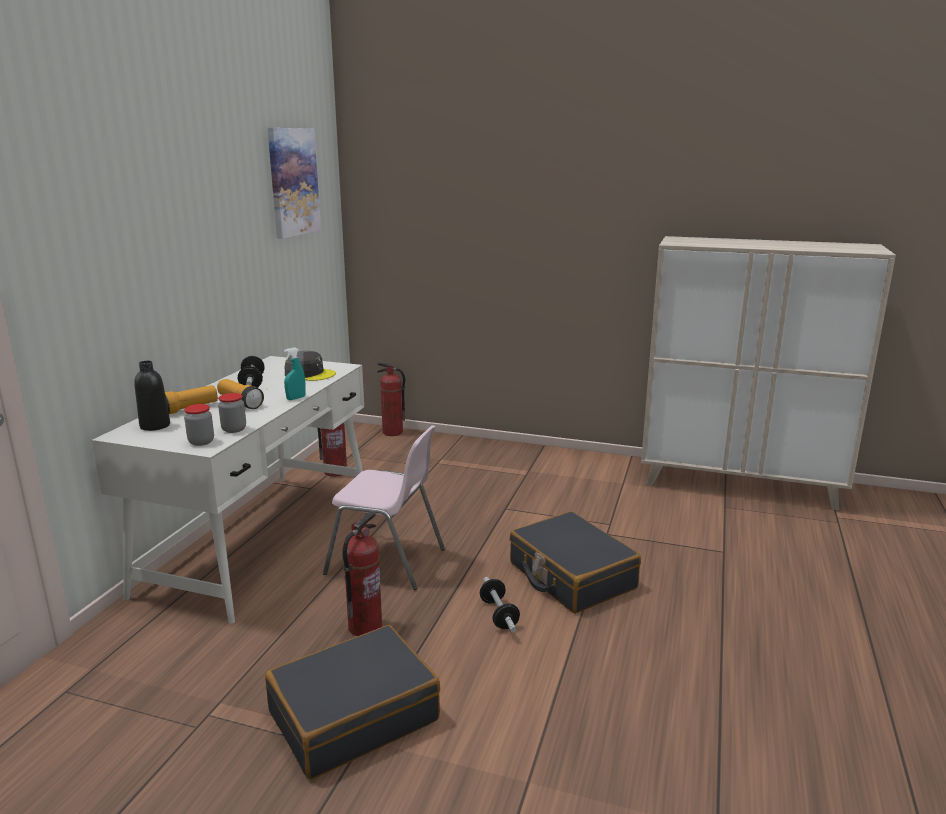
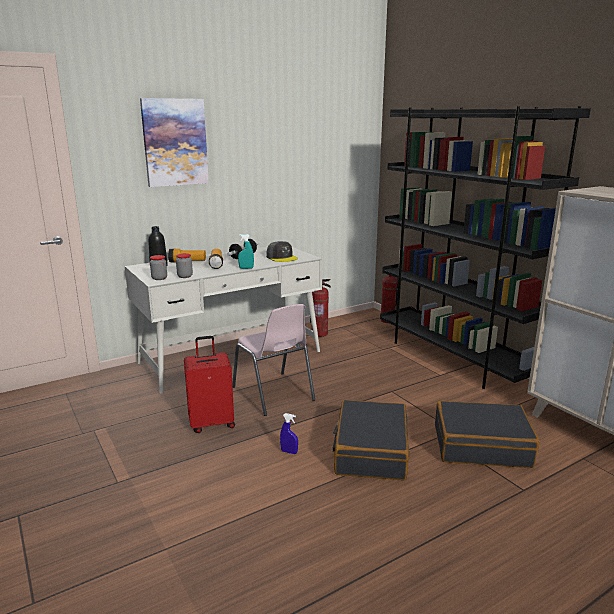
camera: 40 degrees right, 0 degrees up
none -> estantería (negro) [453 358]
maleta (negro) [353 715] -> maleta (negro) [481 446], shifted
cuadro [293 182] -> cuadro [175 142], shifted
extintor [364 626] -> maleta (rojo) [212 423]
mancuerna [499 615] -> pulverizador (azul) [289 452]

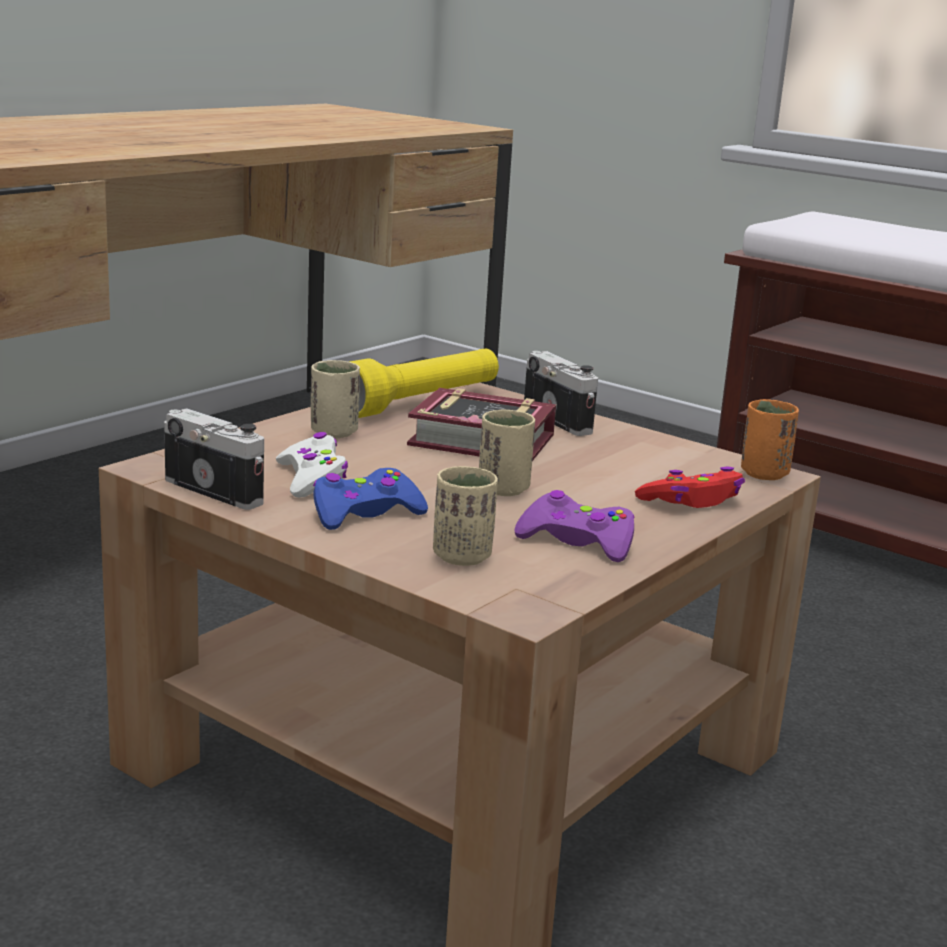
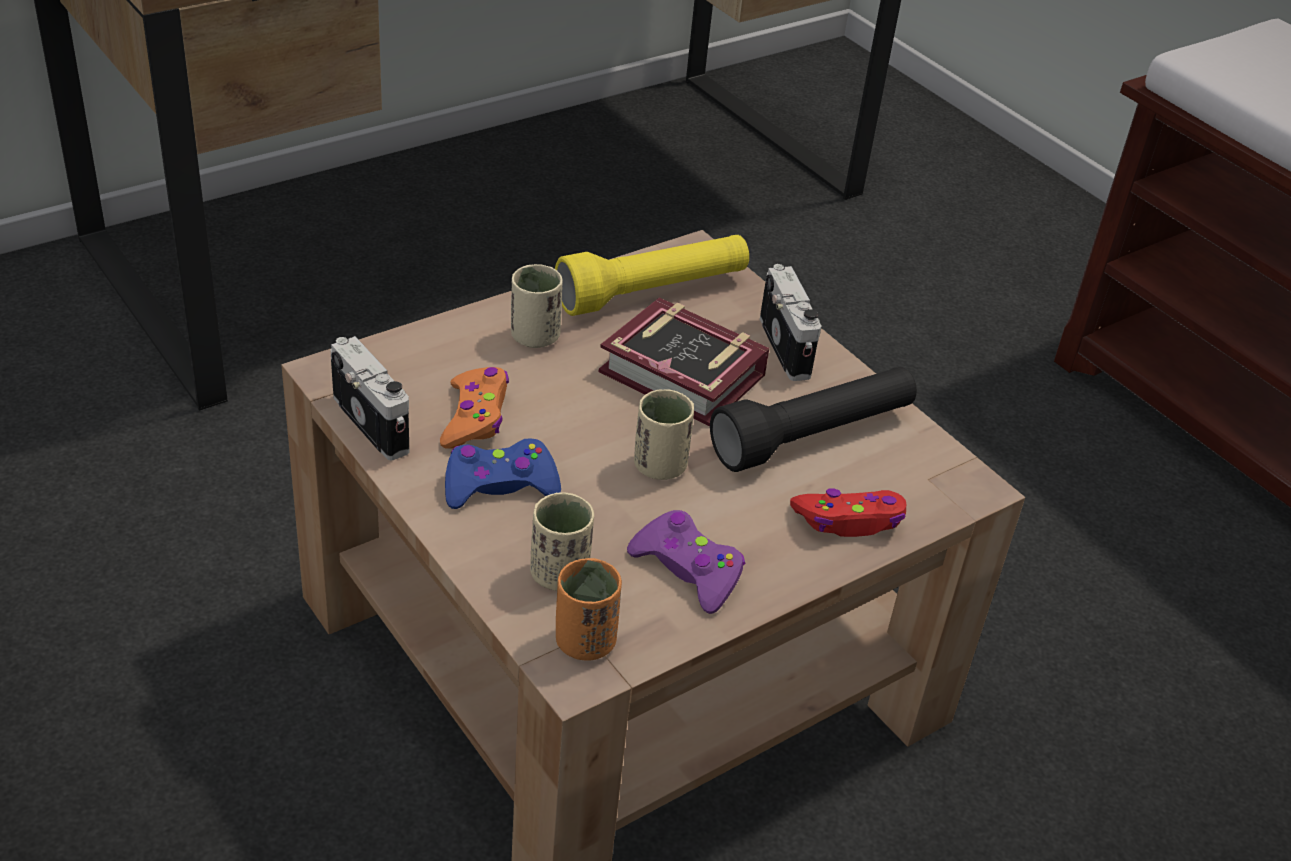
camera: 15 degrees right, 20 degrees up
none -> linterna (negro) [813 436]
taza (naranja) [764 474] -> taza (naranja) [585 642], shifted
mando de consola (blanco) [312 479] -> mando de consola (naranja) [475 417]

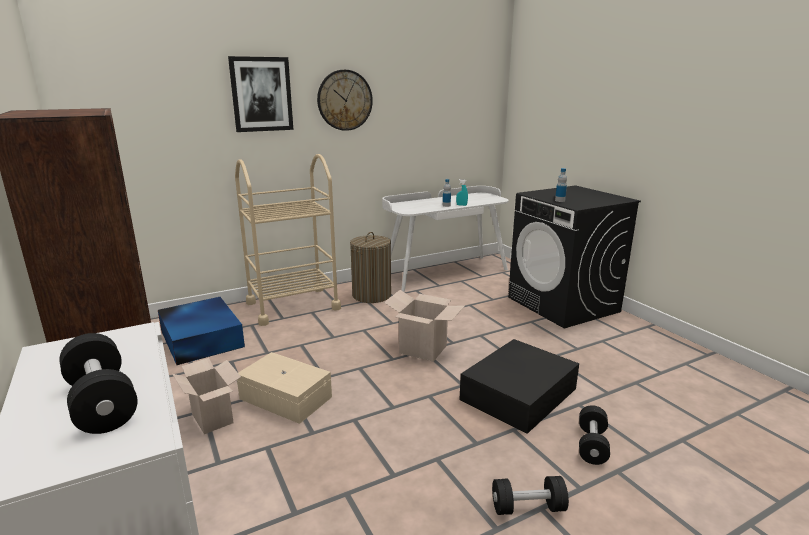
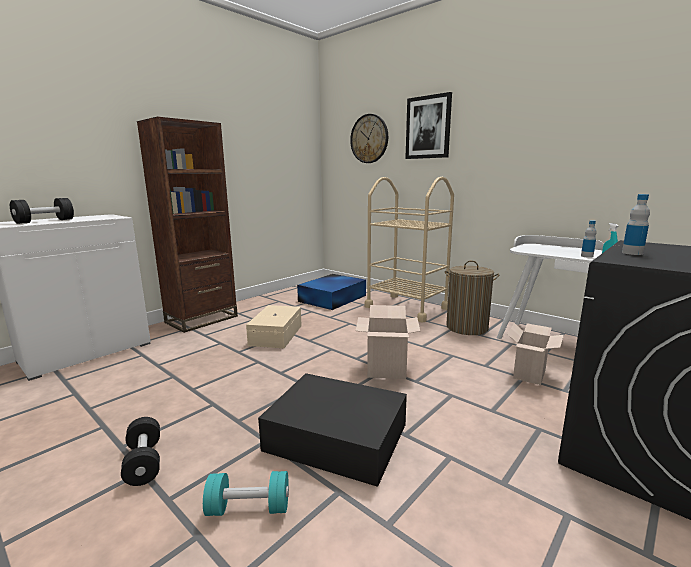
camera: 70 degrees right, 5 degrees down
caja de cartón [214 418] -> caja de cartón [530 375], shifted
reloj de pared [344 100] -> reloj de pared [369 139], shifted
mancuerna (negro) [592 445] -> mancuerna (turquesa) [249 508]

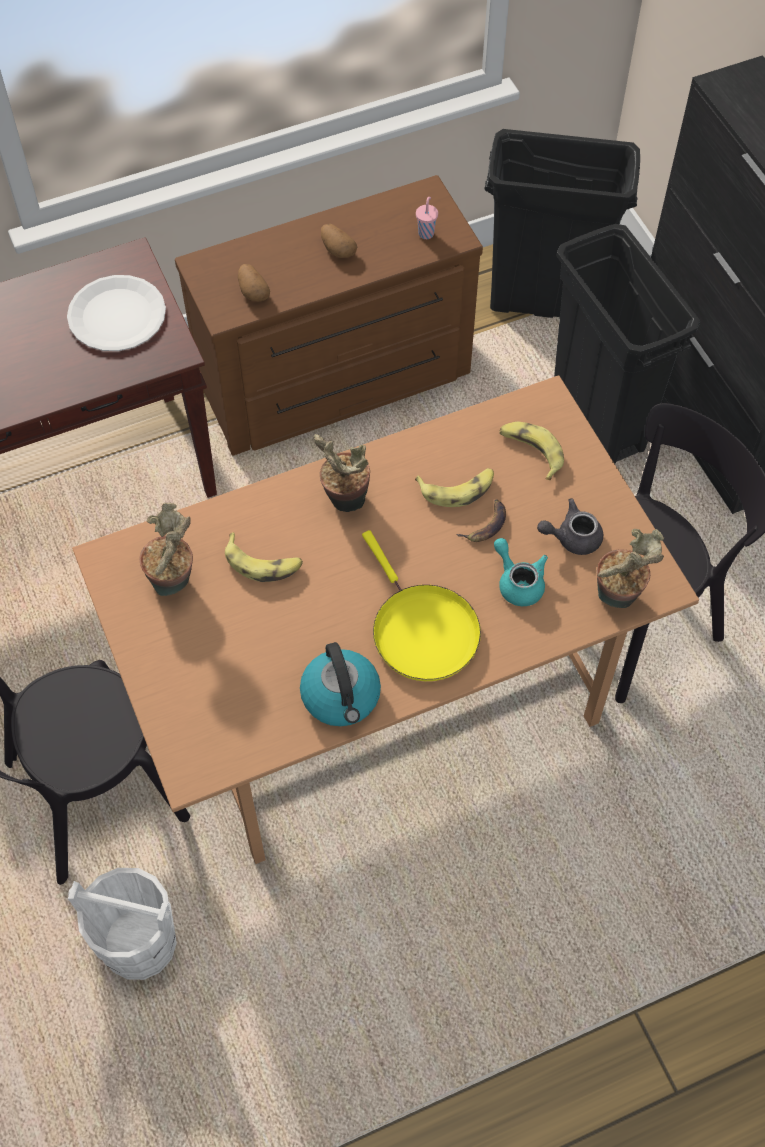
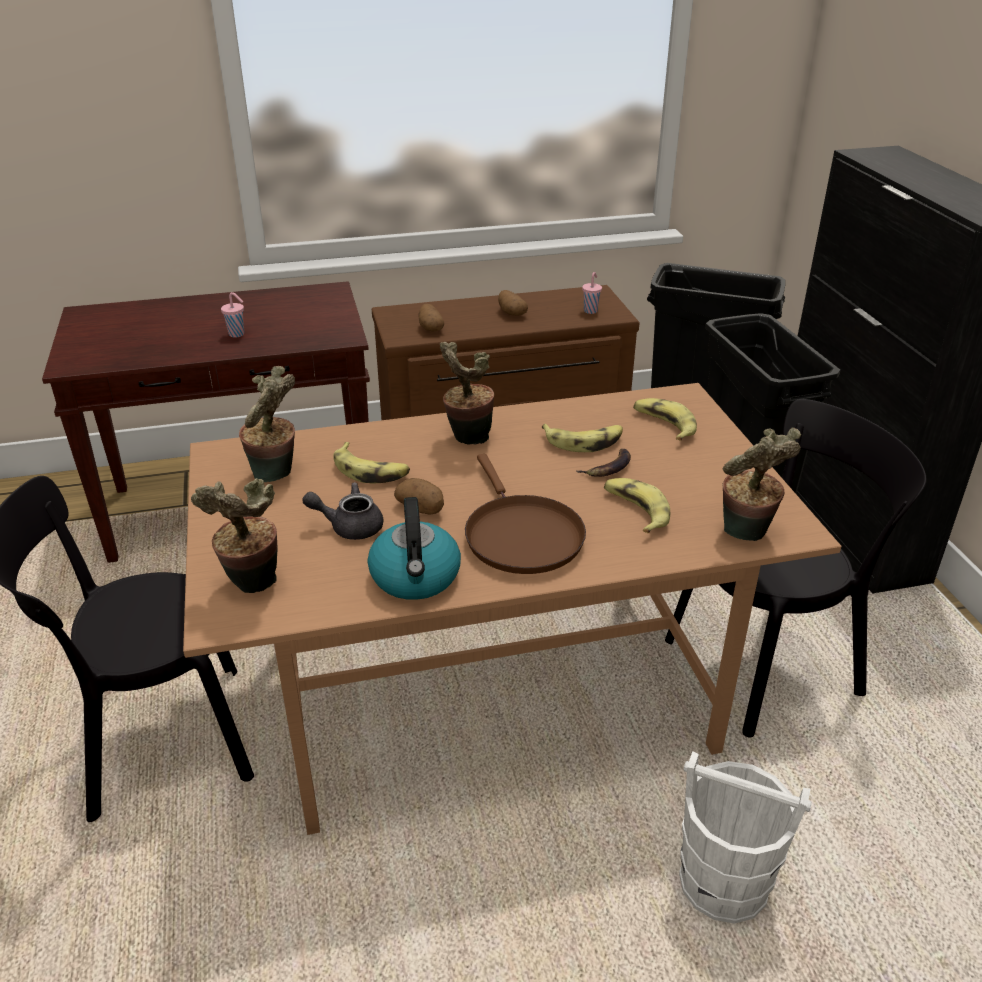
camera: 10 degrees right, 25 degrees down
plato (blanco) [117 315] -> none
none -> planta en maceta [251 585]
none -> taza (rosa) [237 334]
none -> patata [421 509]
cubo (blanco) [140 943] -> cubo (blanco) [724 884], shifted
tetera (gris) [572 537] -> tetera (gris) [349 526], shifted
tetera (turquesa) [518 582] -> plátano [635 511]
sartén (amarillo) [421 630] -> sartén (marrón) [520 535]

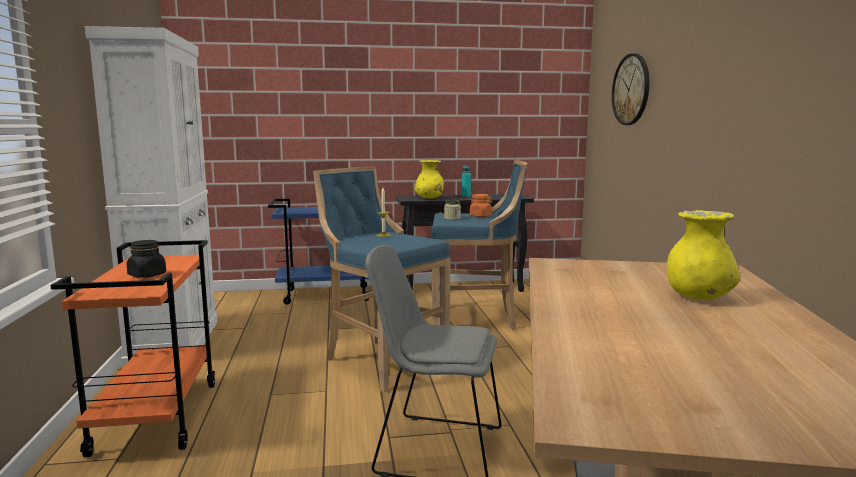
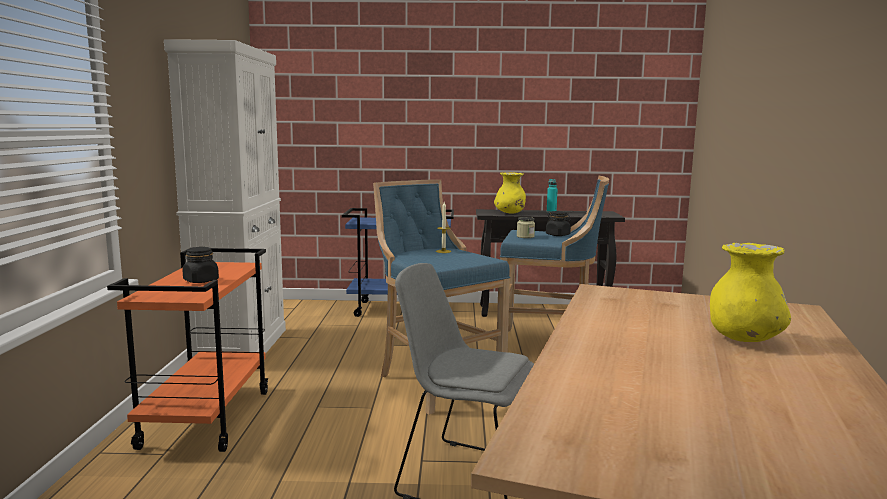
camera: 10 degrees right, 0 degrees up
reloj de pared [631 89] -> none
tarro (naranja) [481 216] -> tarro (negro) [558 235]

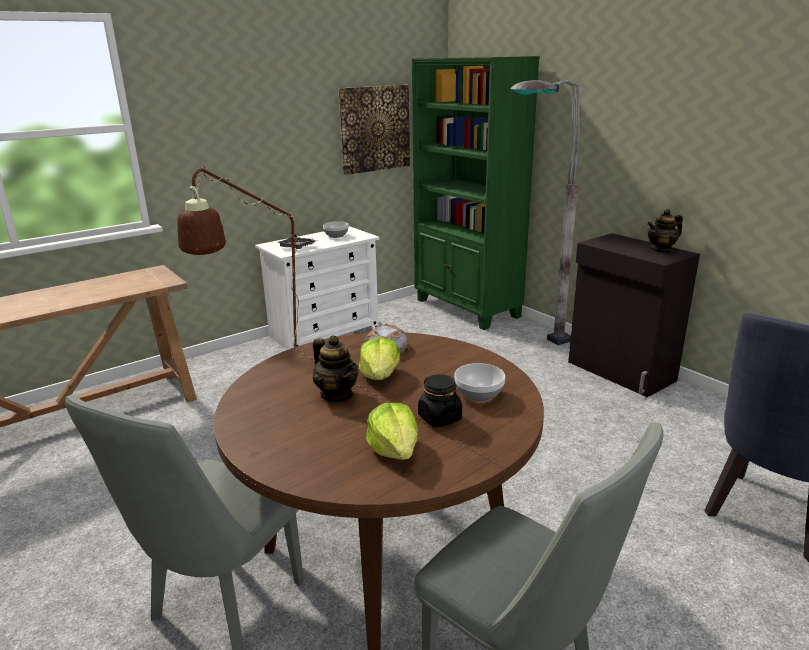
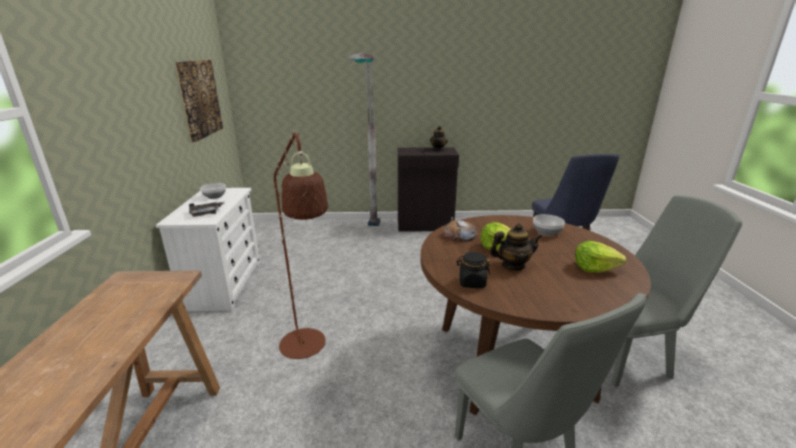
camera: 55 degrees left, 0 degrees up
estantería (verde) [467 308] -> none
tarro (negro) [439 418] -> tarro (negro) [472 282], shifted

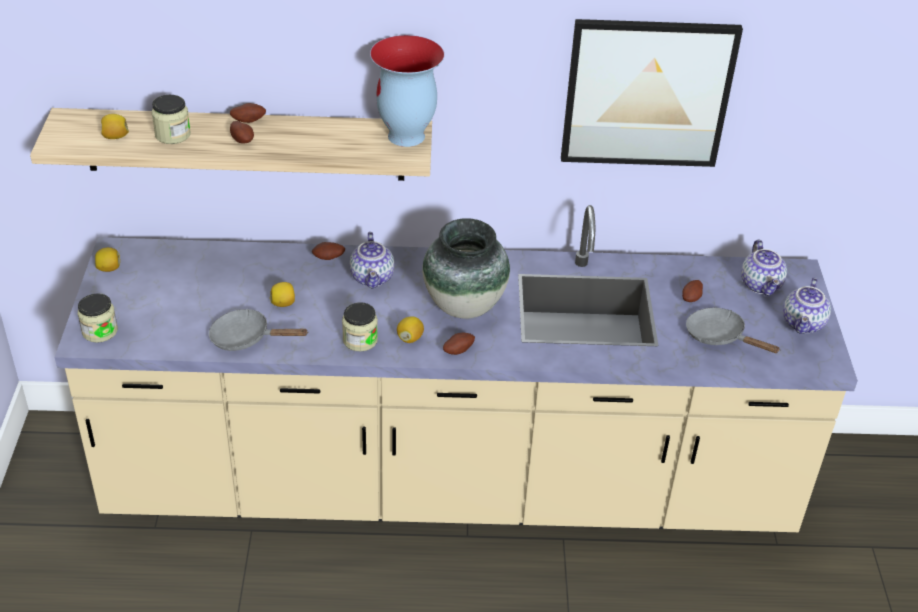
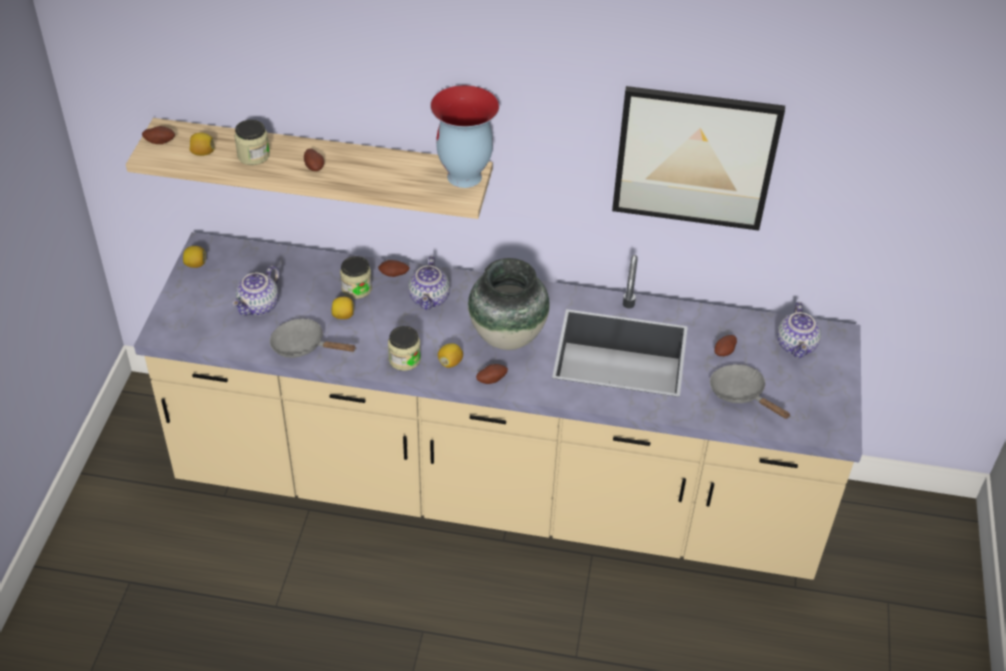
camera: 10 degrees right, 5 degrees up
tarro [100 331] -> tarro [356 288], shifted
patata [248 120] -> patata [160 141], shifted
tetera [804 324] -> tetera [259 306], shifted

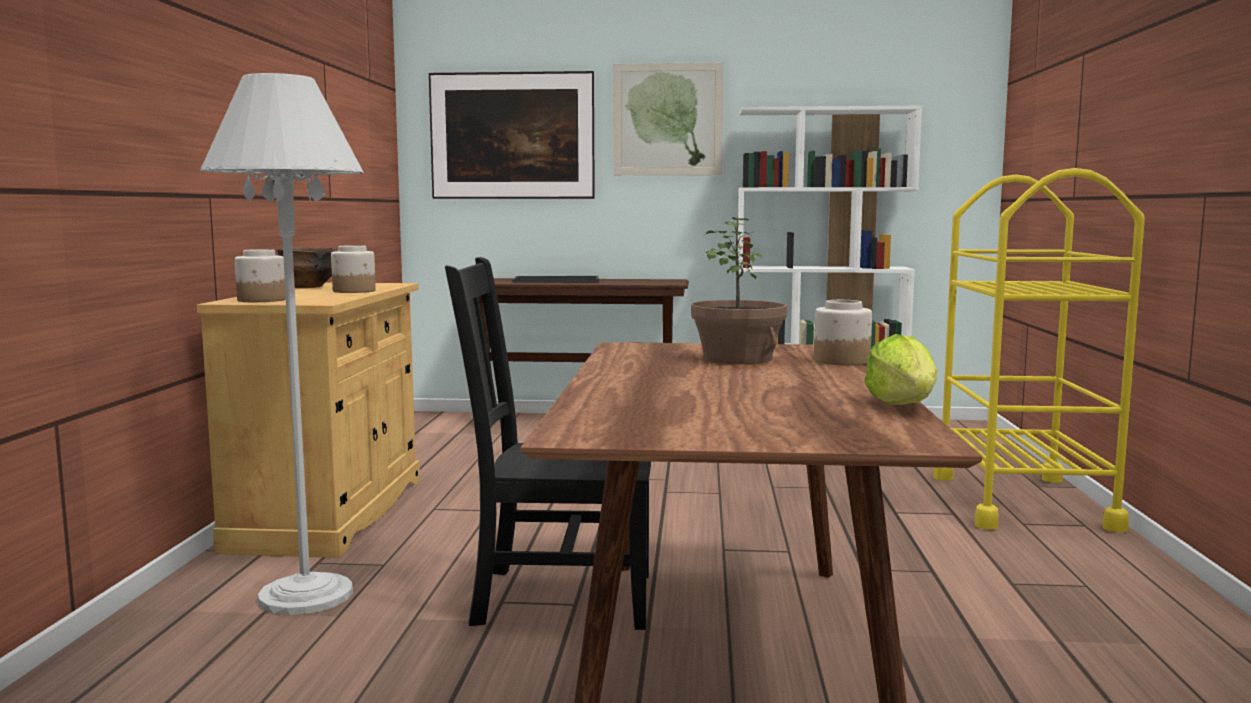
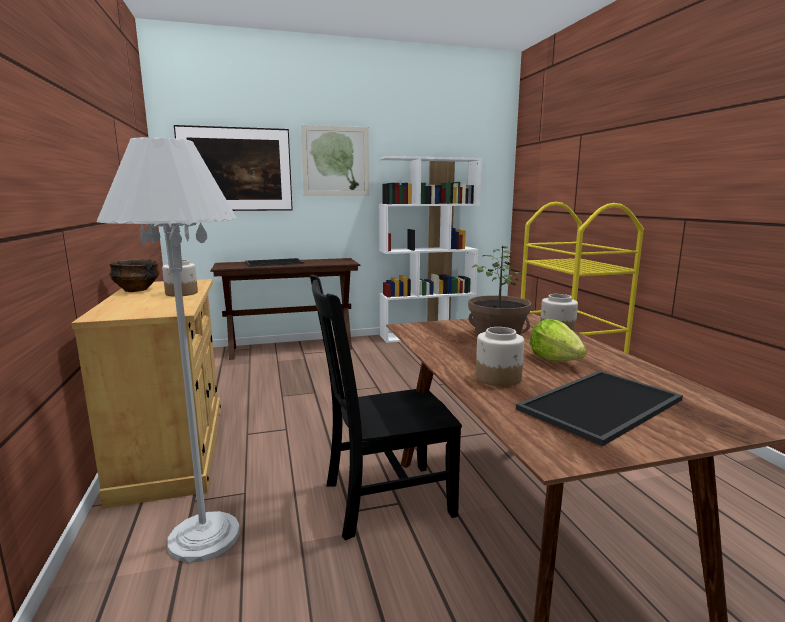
camera: 20 degrees left, 5 degrees up
none -> bandeja [602 406]
tarro [262 300] -> tarro [499 378], shifted
lechuga [903 406] -> lechuga [555 360], shifted

